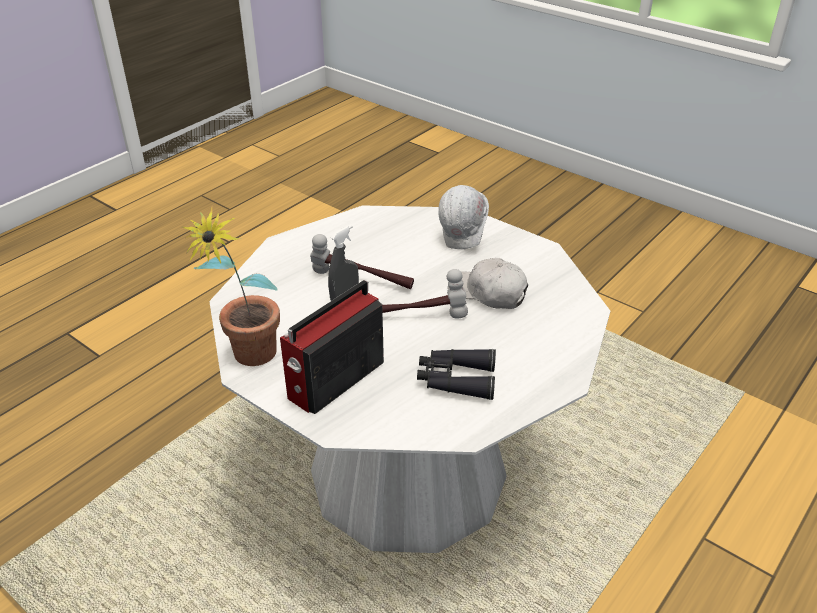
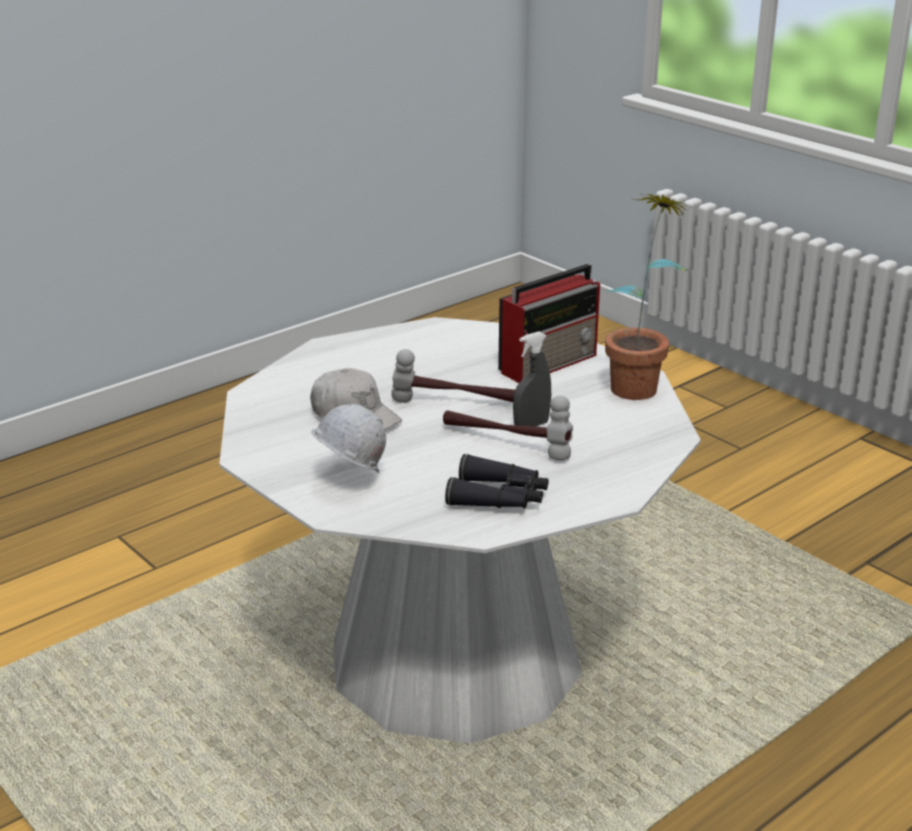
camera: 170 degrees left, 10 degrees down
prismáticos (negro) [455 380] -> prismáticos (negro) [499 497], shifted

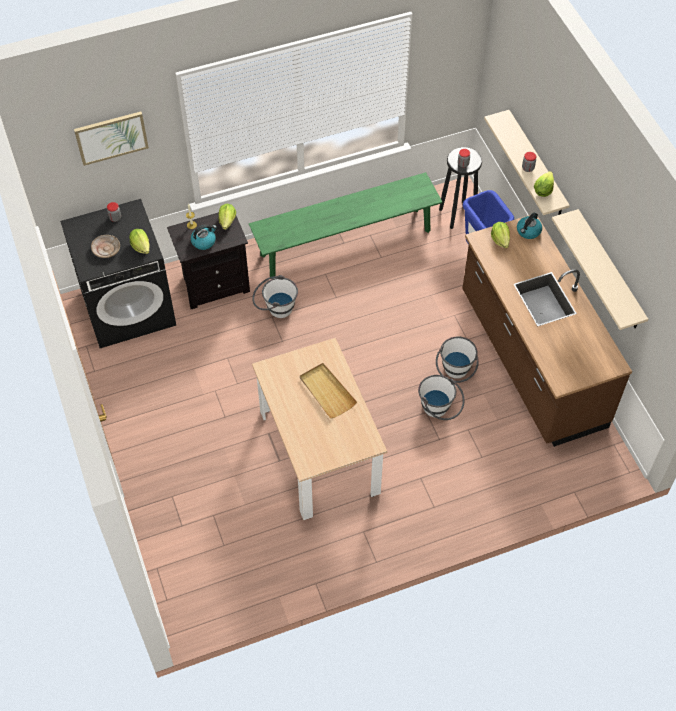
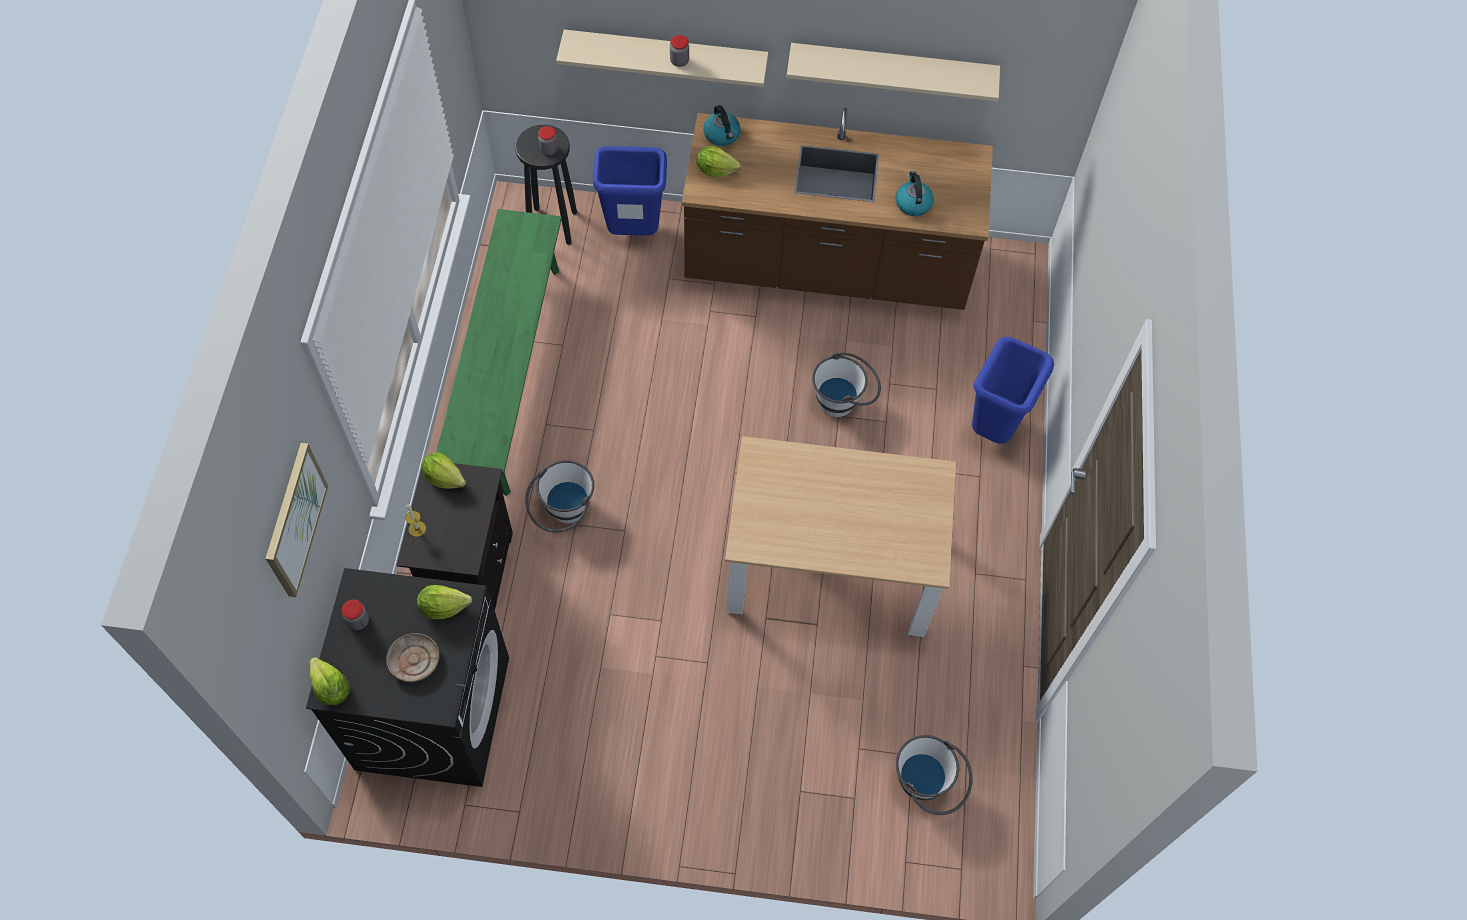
camera: 65 degrees left, 5 degrees up
bandeja (beis) [327 392] -> none
none -> papelera (azul) [993 429]
hervidor [204 241] -> hervidor [912 203], shifted
cubo (blanco) [455 373] -> cubo (blanco) [928 786], shifted
lechuga [543 190] -> lechuga [331 688], shifted

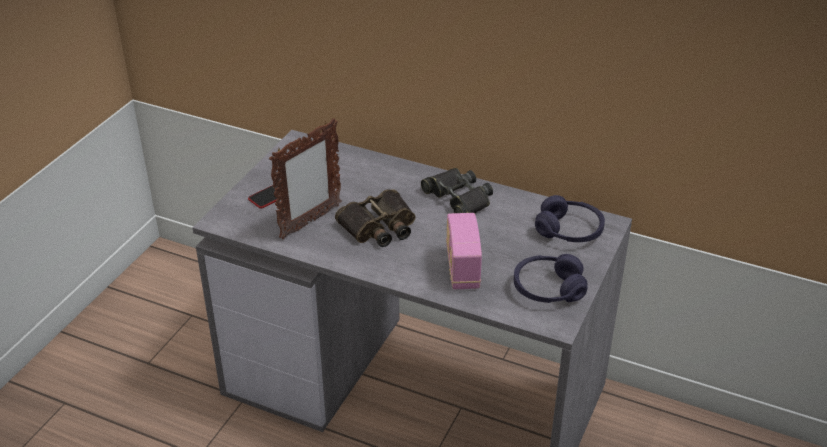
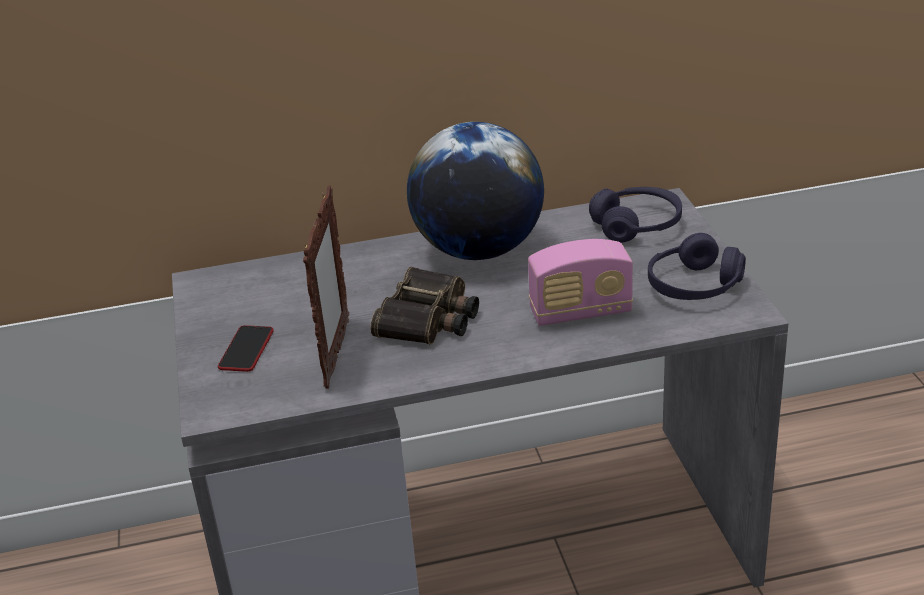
camera: 35 degrees left, 5 degrees down
prismáticos (negro) [458 198] -> globo terráqueo [479 250]
radio [462 268] -> radio [580 312], 60 degrees counterclockwise

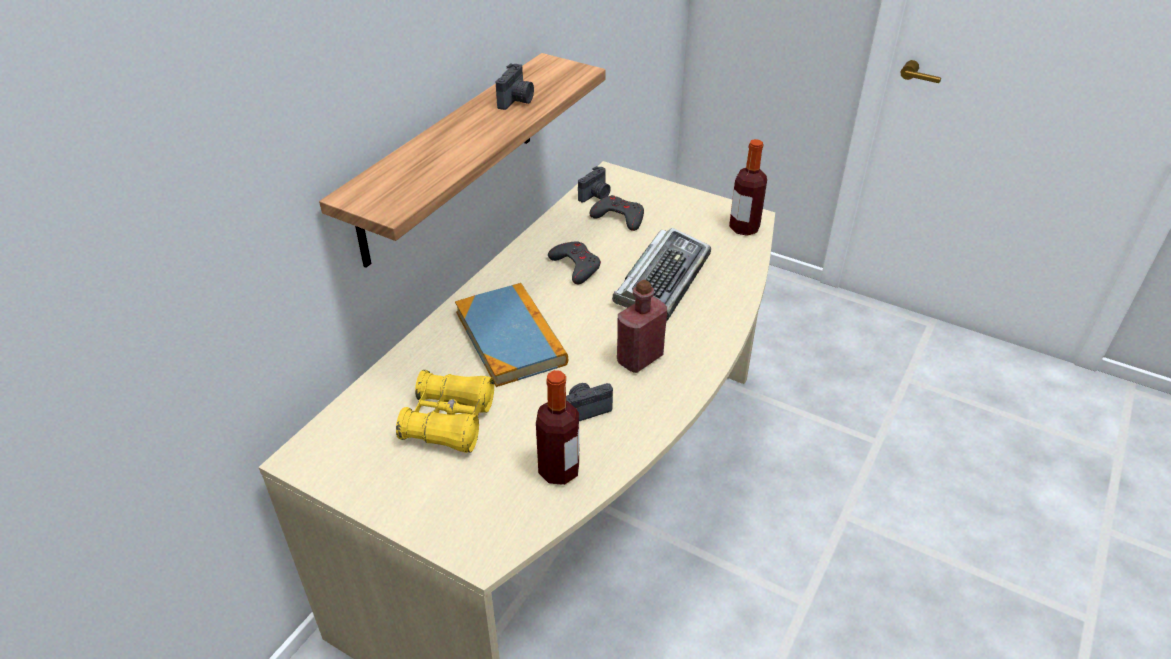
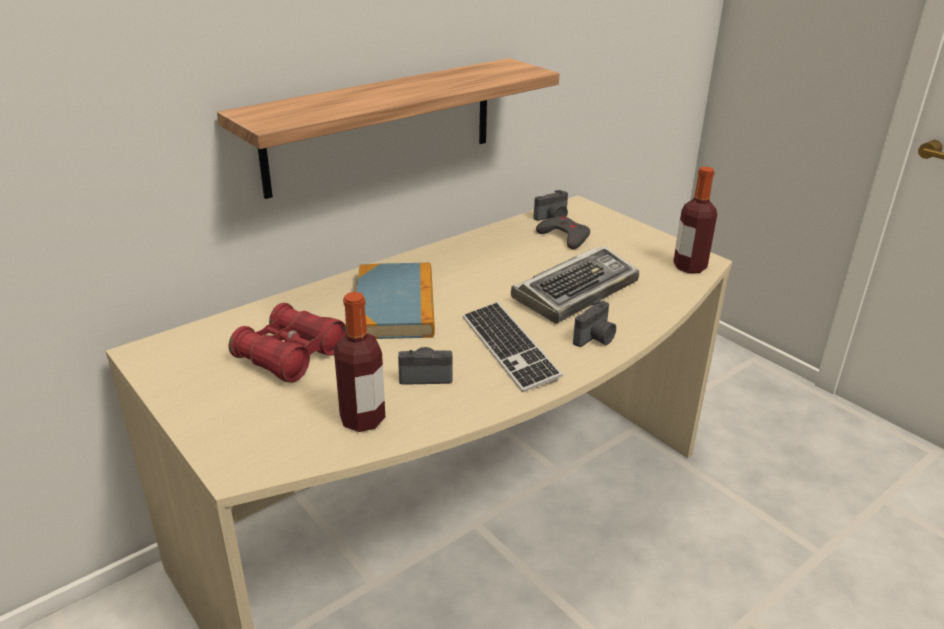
camera: 20 degrees right, 10 degrees down
mando de consola (gris) [576 266] -> none
cámara [517 100] -> cámara [595 338], shifted
botella (rojo) [639 358] -> teclado [509 348]
prismáticos (amarillo) [449 421] -> prismáticos (rojo) [290 356]

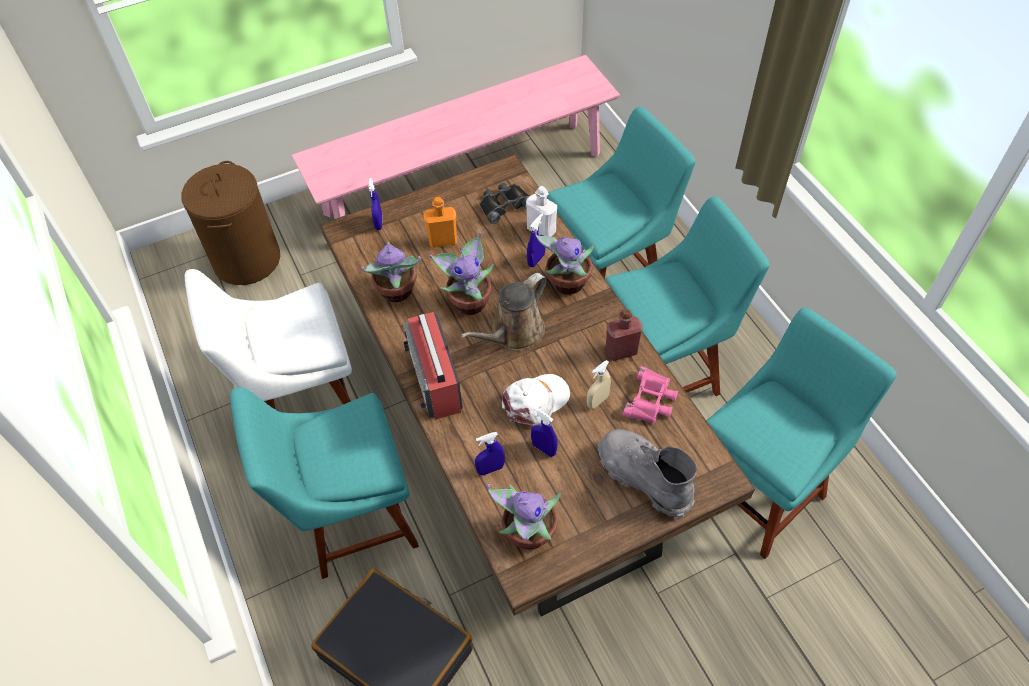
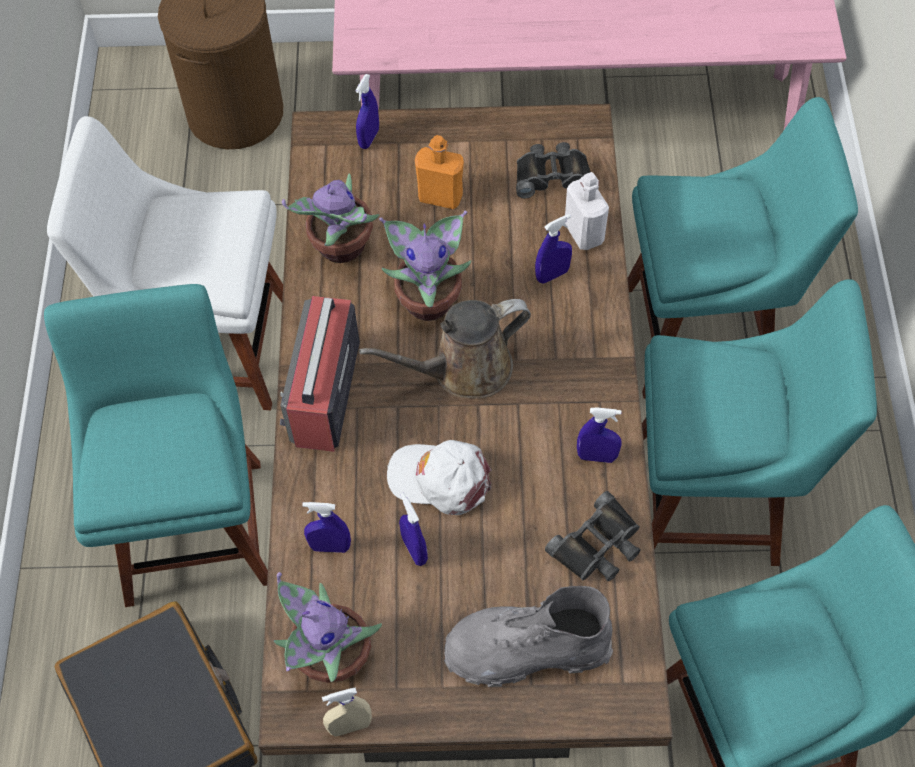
camera: 25 degrees right, 5 degrees up
planta en maceta [566 284] -> none
pulverizador (beis) [597 401] -> pulverizador (beis) [350 726], shifted
botella (rojo) [621 351] -> pulverizador (azul) [596 457]
prismáticos (rosa) [651 400] -> prismáticos (negro) [598 545]
silla (turquesa) [351 519] -> silla (turquesa) [194 522], 75 degrees clockwise
gorra (blanco) [536 401] -> gorra (blanco) [440 479], 150 degrees counterclockwise
bota (gris) [644 477] -> bota (gris) [526 650], 75 degrees counterclockwise

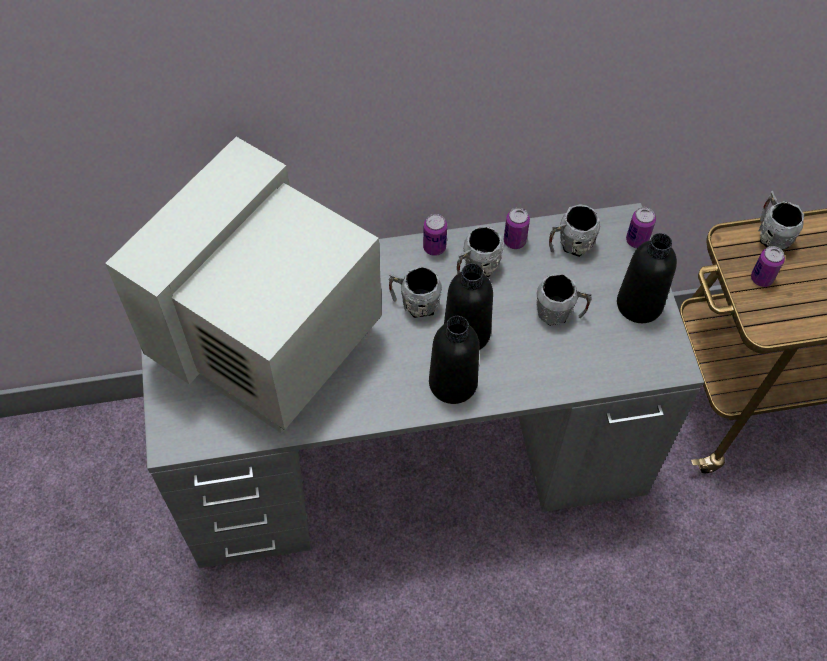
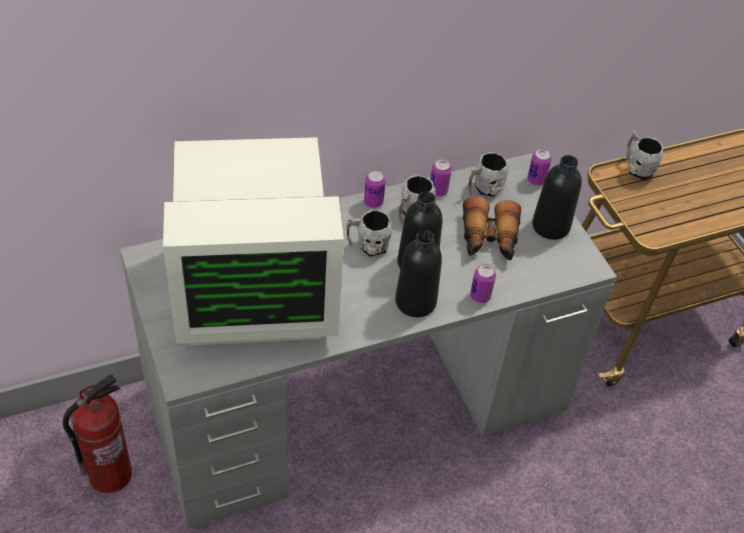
camera: 15 degrees left, 10 degrees down
none -> extintor [110 474]
lata [761 278] -> lata [480 296], shifted
taza grande (gris) [559 313] -> prismáticos [489 239]
monitor [271 344] -> monitor [253 291], 120 degrees counterclockwise

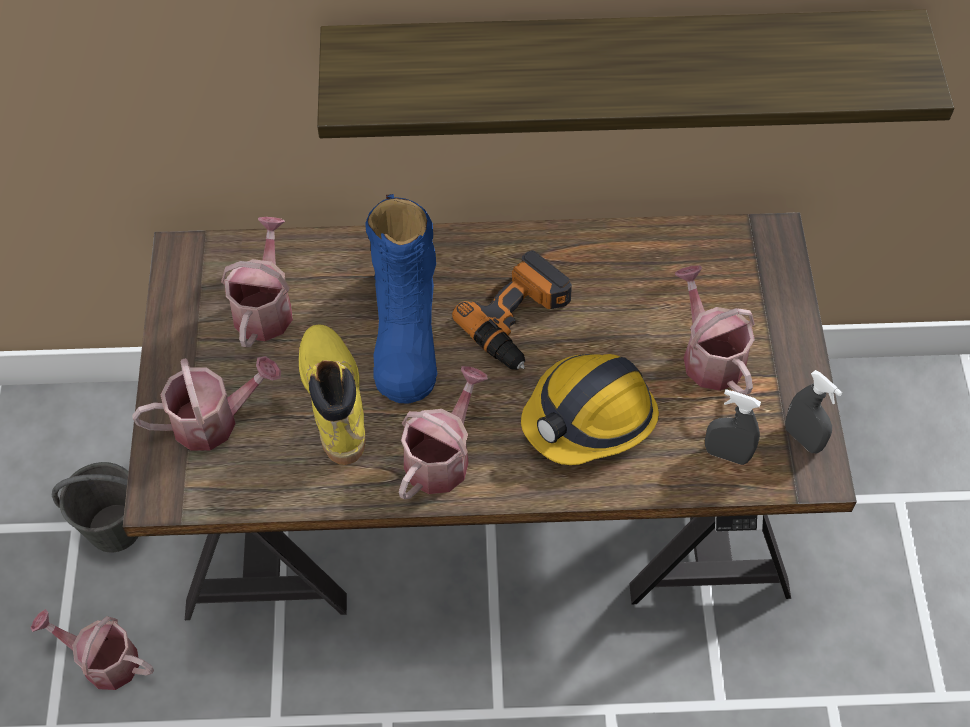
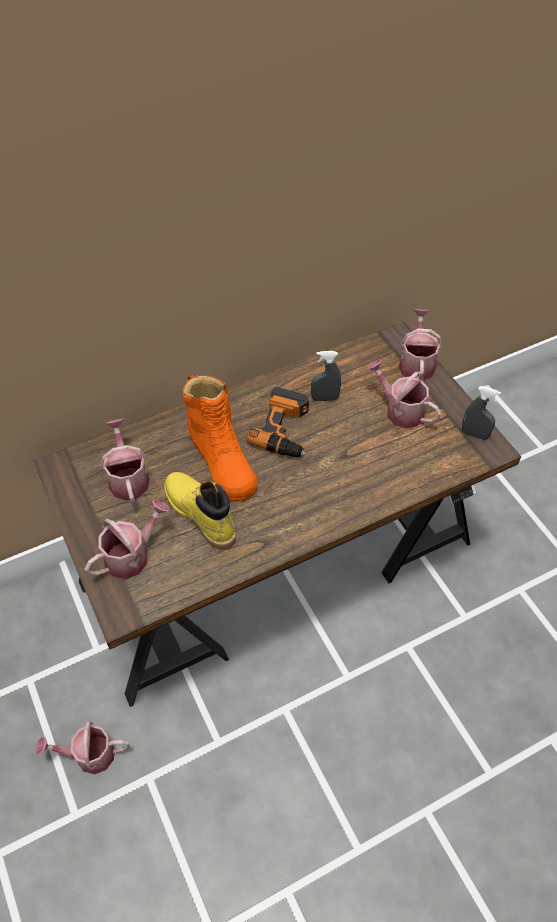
camera: 25 degrees left, 5 degrees down
cubo (gris) [116 528] -> none
estante [620 59] -> none
casco [590 417] -> none
regadera [441 456] -> regadera [416 363], shifted
pulverizador (gris) [726 454] -> pulverizador (gris) [324 398], shifted
bota (azul) [405 332] -> bota (naranja) [222 461]

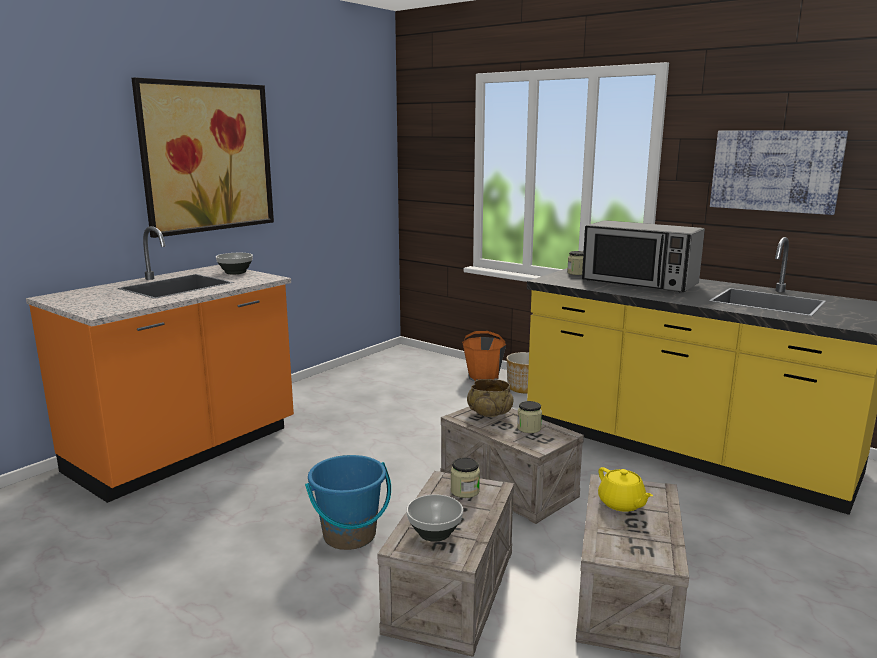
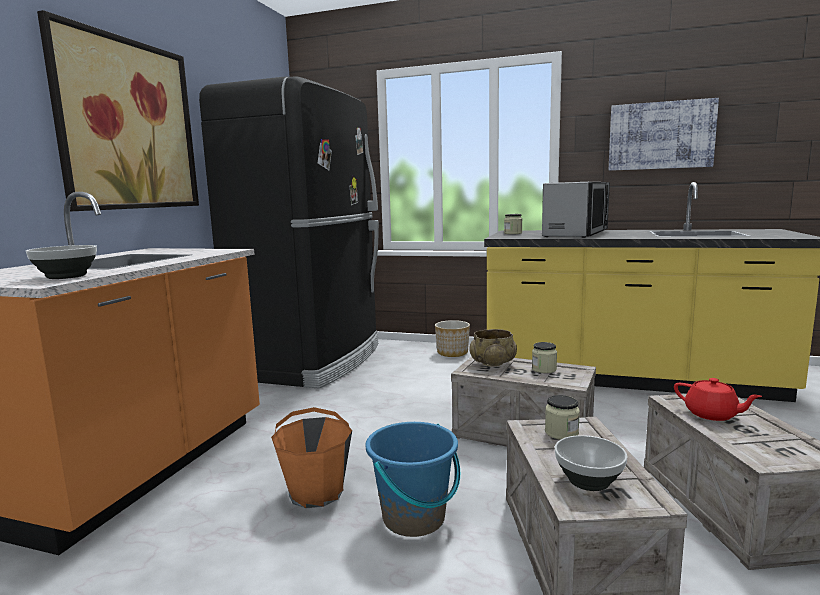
camera: 20 degrees left, 5 degrees down
none -> nevera (negro) [313 361]
cuenco [235 272] -> cuenco [65 276], shifted
cubo (naranja) [483 377] -> cubo (naranja) [316 492], shifted
tetera (amarillo) [622 504] -> tetera (rojo) [712 414]
microondas [639 282] -> microondas [576 233], 75 degrees counterclockwise

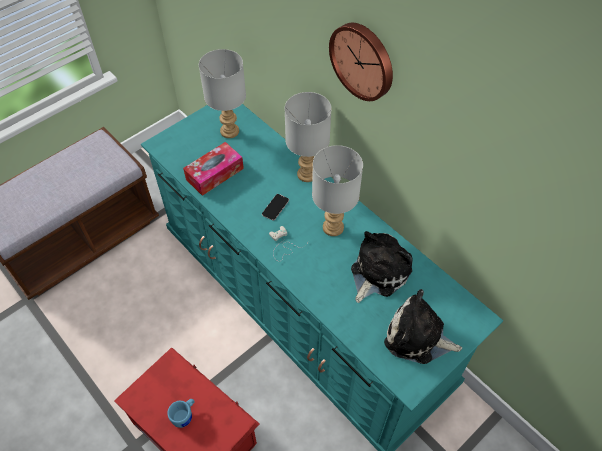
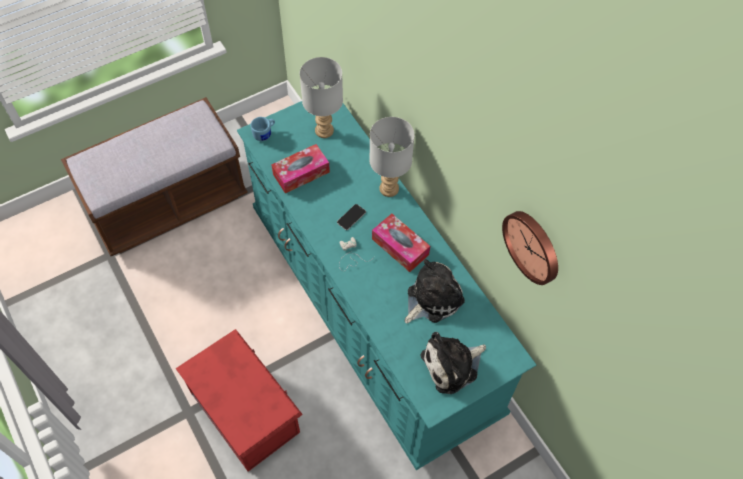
camera: 10 degrees right, 5 degrees up
taza grande (azul) [185 415] -> taza grande (azul) [265 134], shifted
reloj de pared [363 60] -> reloj de pared [533 246], shifted
lámpara de mesa (gris) [332 227] -> caja de pañuelos [400 247]
peluche [418 337] -> peluche [452 365], 60 degrees counterclockwise

